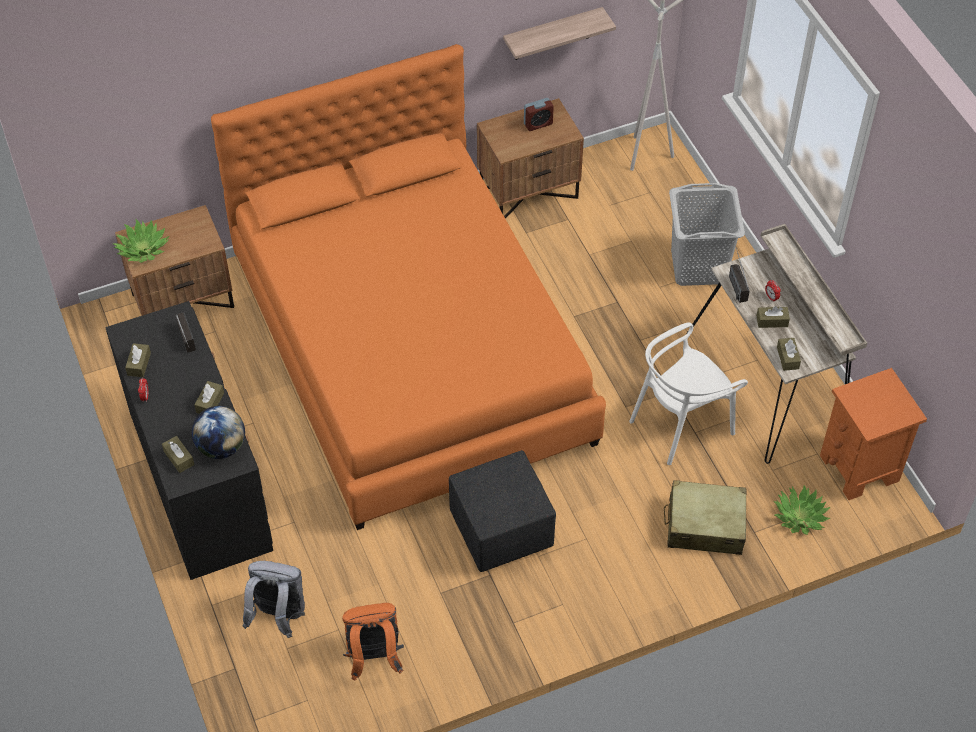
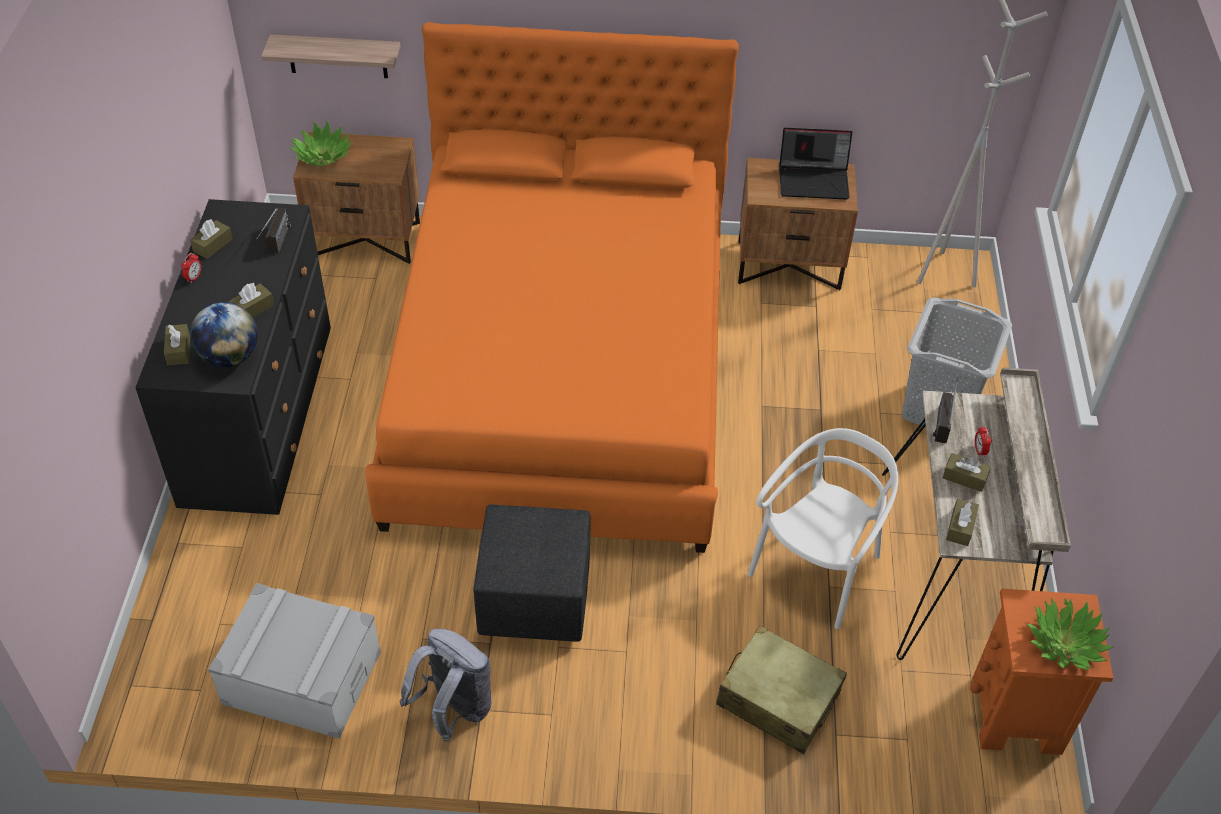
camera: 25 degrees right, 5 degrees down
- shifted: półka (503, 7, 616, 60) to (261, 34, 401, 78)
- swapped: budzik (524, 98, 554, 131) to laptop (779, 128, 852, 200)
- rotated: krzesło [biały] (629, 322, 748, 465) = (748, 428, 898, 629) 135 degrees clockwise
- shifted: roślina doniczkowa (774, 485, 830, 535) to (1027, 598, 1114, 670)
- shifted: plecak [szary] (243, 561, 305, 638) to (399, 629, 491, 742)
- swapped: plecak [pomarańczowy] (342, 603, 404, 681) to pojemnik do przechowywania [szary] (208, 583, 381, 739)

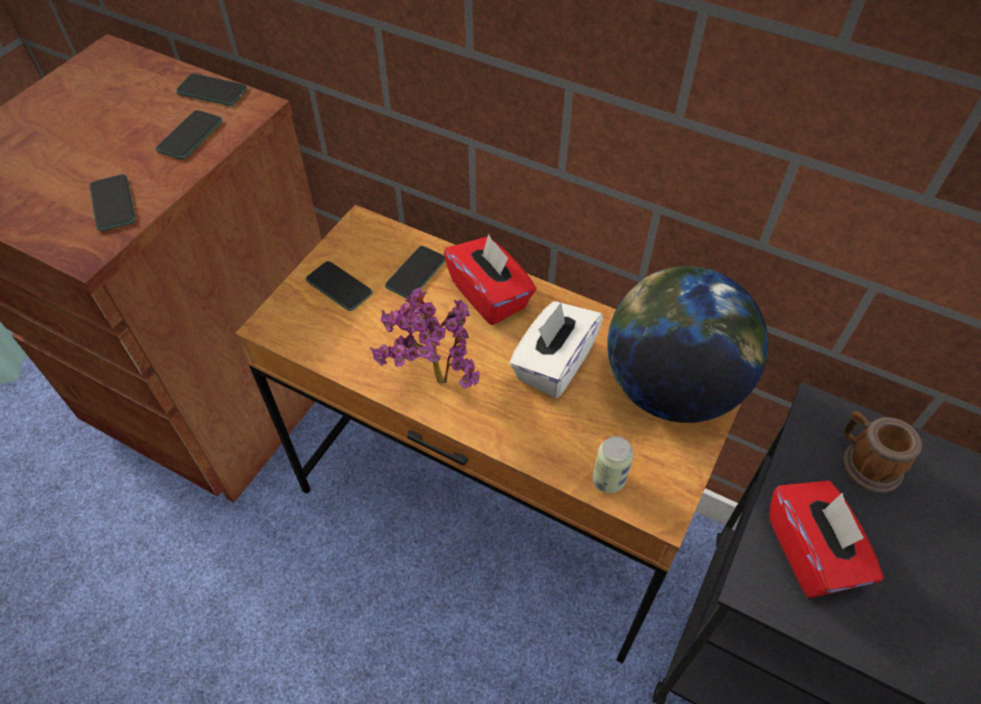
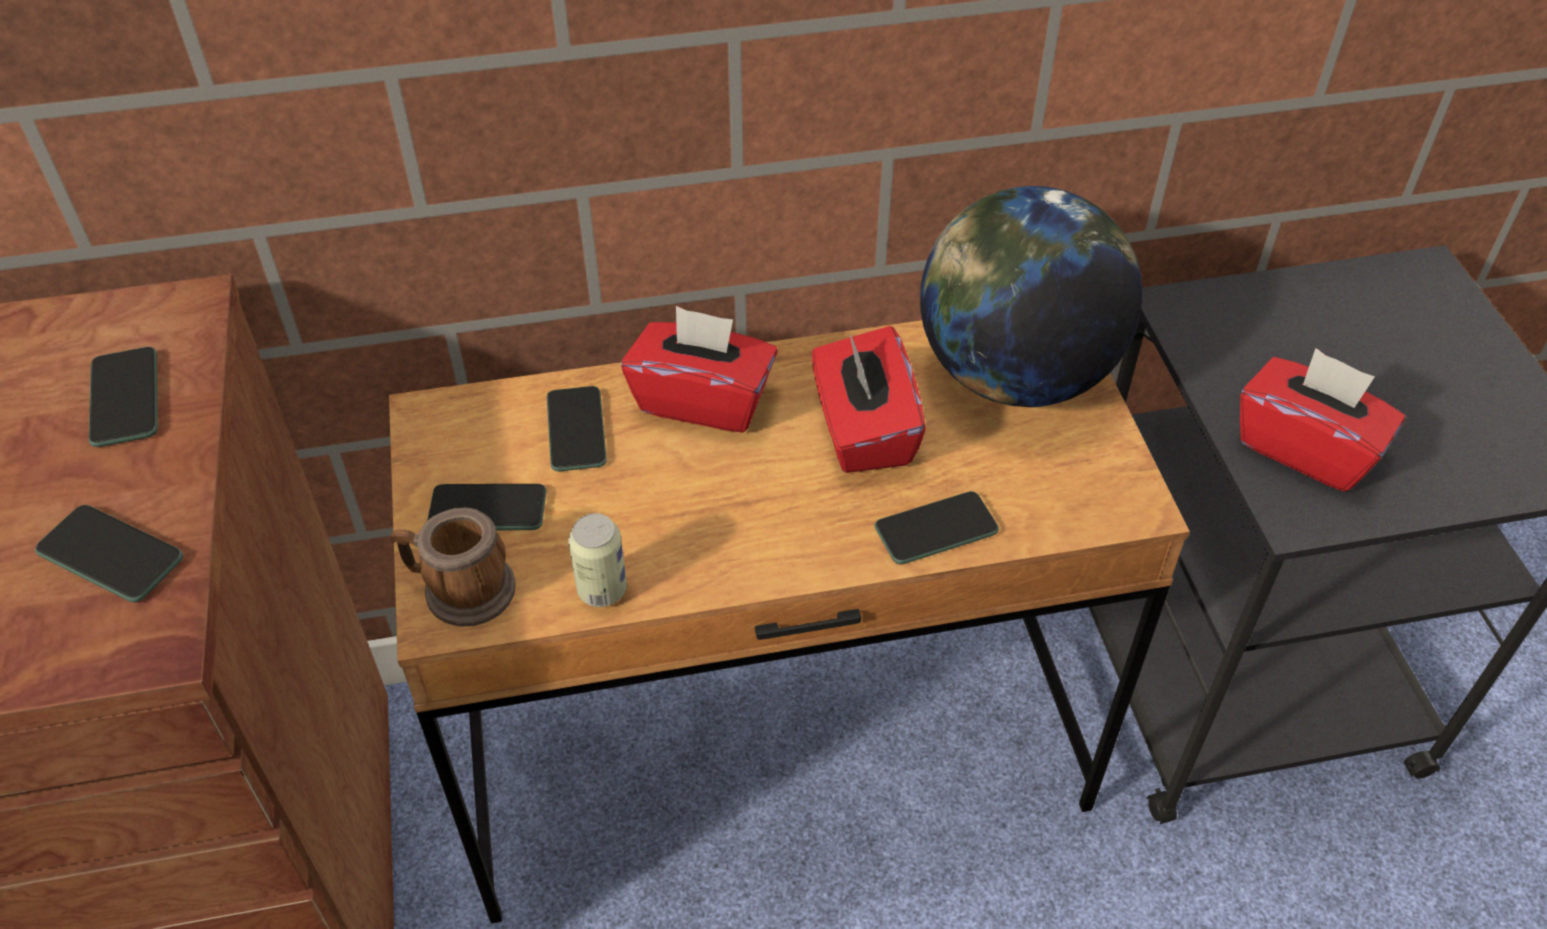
camera: 40 degrees left, 5 degrees down
- shifted: telefon (176, 73, 247, 106) to (875, 491, 999, 564)
- gone: roślina doniczkowa (371, 287, 480, 389)
- repainted: pudełko chusteczek [biały] (509, 301, 603, 398) to pudełko chusteczek [czerwony] (812, 326, 926, 473)
- shifted: kubek (842, 411, 922, 493) to (390, 507, 516, 627)
- shifted: puszka (592, 436, 634, 493) to (568, 513, 627, 607)

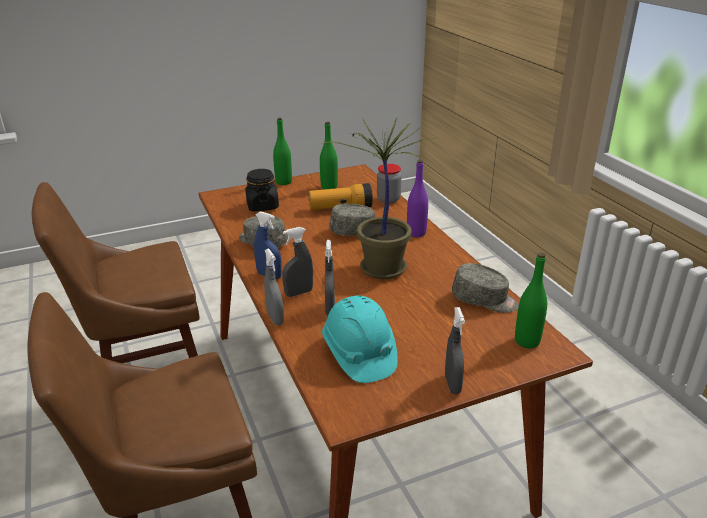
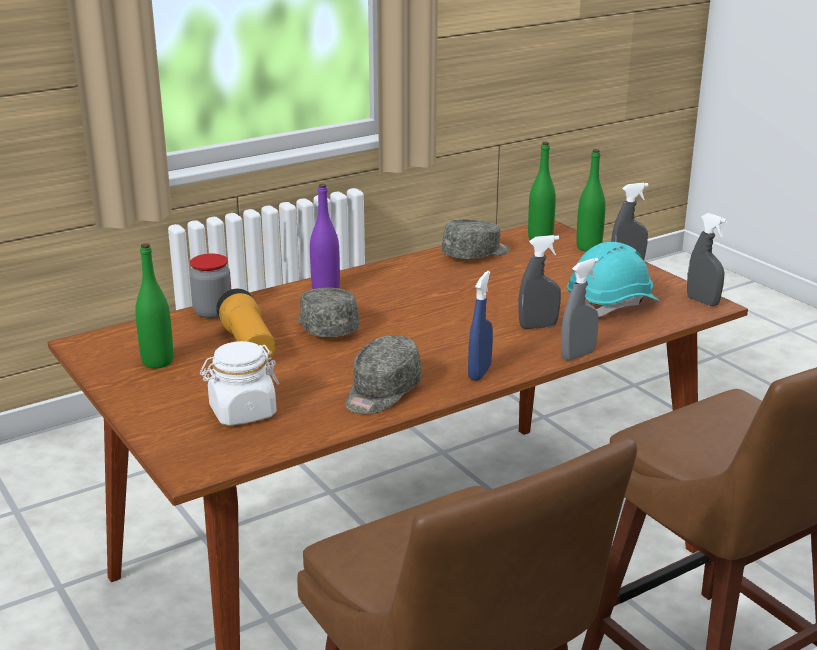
camera: 100 degrees left, 5 degrees down
- gone: roślina doniczkowa (324, 117, 438, 279)
- shifted: butelka [zielony] (273, 118, 292, 185) to (576, 149, 606, 252)
- repainted: słoik [czarny] (246, 169, 279, 211) to słoik [biały] (200, 341, 279, 426)
- shifted: spryskiwacz [szary] (282, 227, 313, 297) to (687, 213, 727, 306)
- rotated: czapka z daszkiem [szary] (452, 263, 519, 313) = (442, 219, 510, 259) 45 degrees clockwise

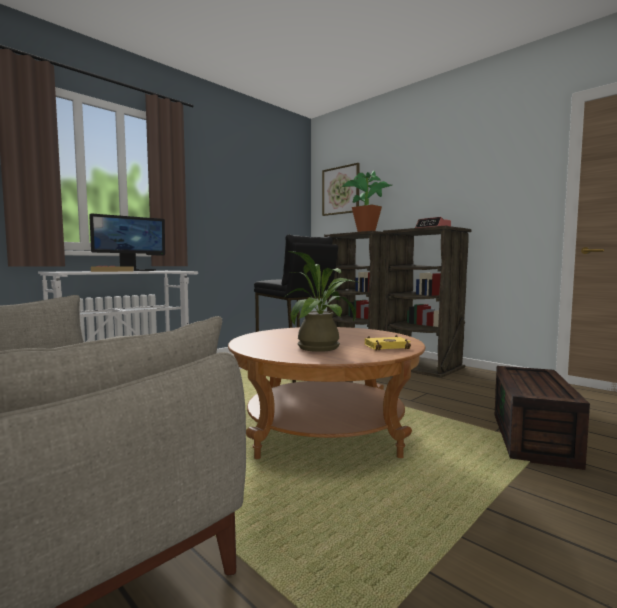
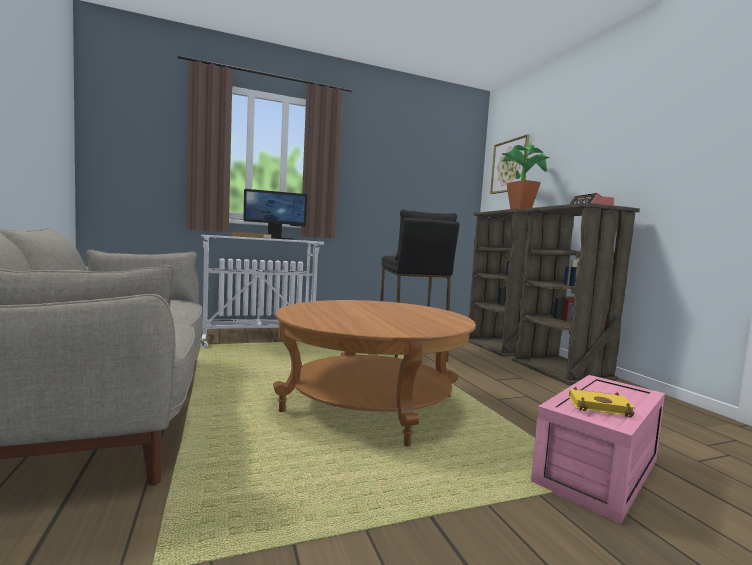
camera: 25 degrees right, 0 degrees up
- gone: roślina doniczkowa (285, 251, 357, 352)
- shifted: książka [żółty] (365, 335, 411, 350) to (569, 387, 635, 417)
- repainted: pojemnik do przechowywania [brązowy] (495, 366, 590, 470) to pojemnik do przechowywania [różowy] (531, 375, 665, 524)

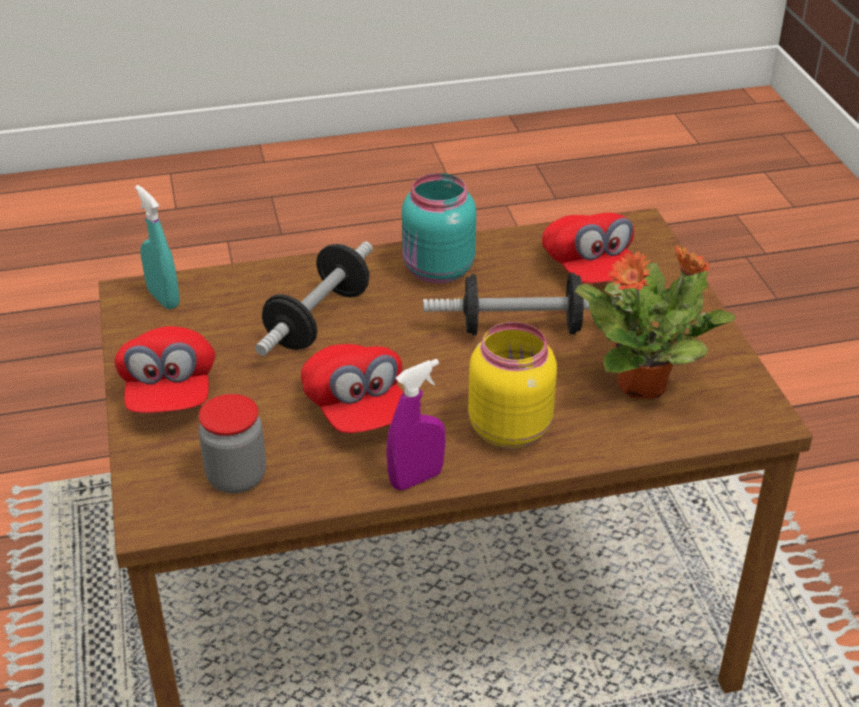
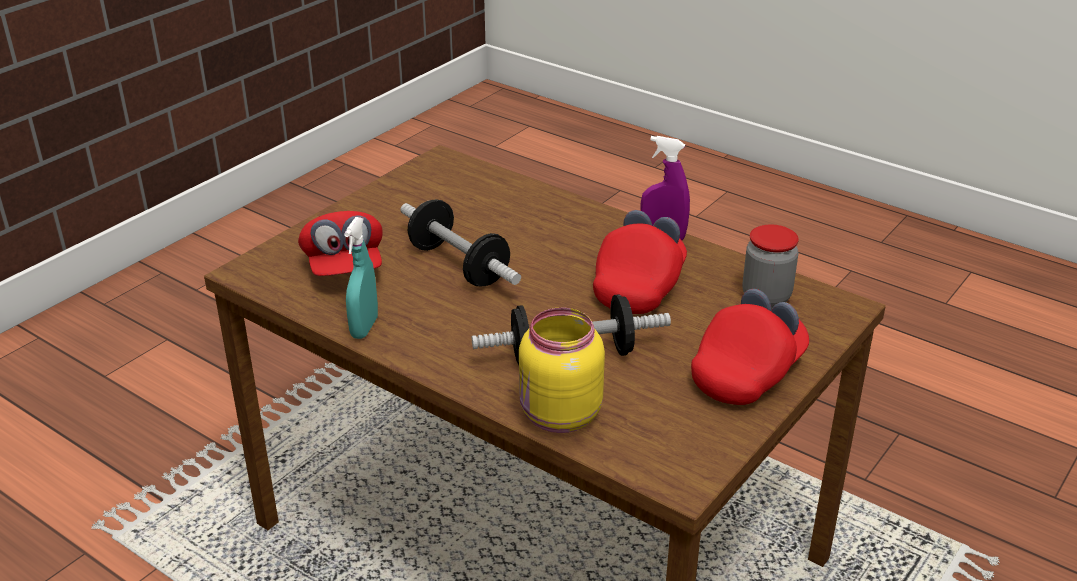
camera: 130 degrees left, 5 degrees down
- gone: słoik [turkusowy] (402, 173, 476, 284)
- shifted: spryskiwacz [turkusowy] (135, 185, 179, 309) to (344, 217, 378, 339)
- rotated: czapka z daszkiem [czerwony] (542, 213, 634, 283) = (298, 211, 383, 276) 135 degrees clockwise
- gone: roślina doniczkowa (575, 245, 736, 399)
- shifted: słoik [żółty] (468, 322, 557, 449) to (519, 308, 605, 433)

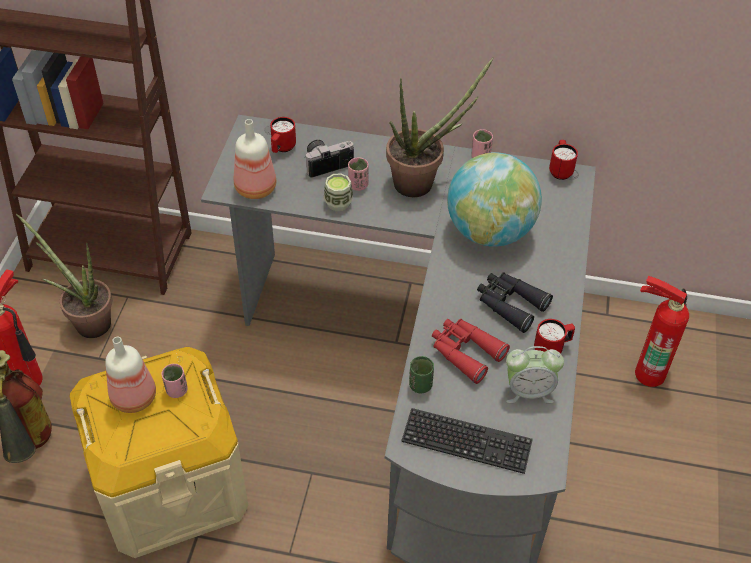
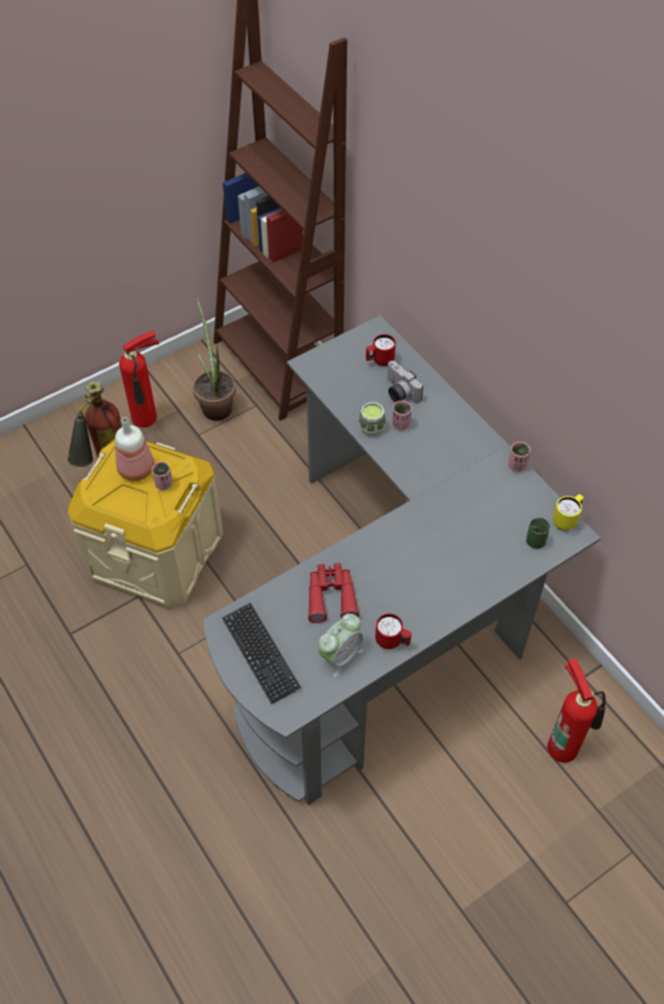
camera: 45 degrees right, 5 degrees up
- gone: roślina doniczkowa (386, 57, 493, 197)
- gone: butelka (234, 119, 276, 199)
- rotated: aparat fotograficzny (306, 140, 354, 178) = (387, 361, 423, 403) 150 degrees counterclockwise
- repainted: kubek [czerwony] (549, 140, 578, 180) to kubek [żółty] (553, 494, 584, 530)
- gone: globus (447, 152, 542, 247)
- gone: lornetka [czarny] (477, 272, 553, 333)
- rotated: budzik (506, 346, 564, 403) = (318, 614, 364, 677) 90 degrees counterclockwise
- shifted: filiżanka [zielony] (409, 356, 434, 393) to (526, 518, 550, 549)

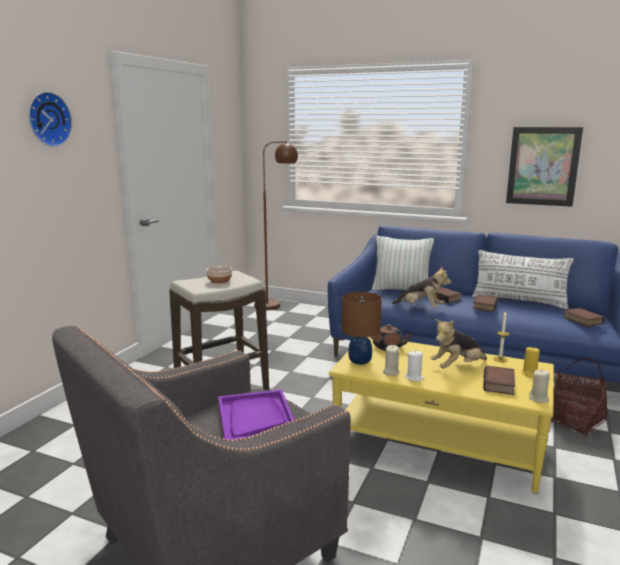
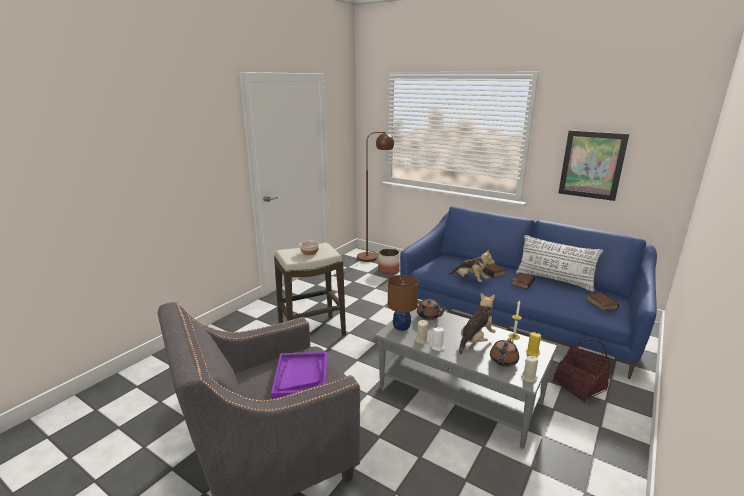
camera: 10 degrees right, 5 degrees up
- gone: zegar ścienny (28, 92, 72, 147)
- gone: poduszka (372, 236, 434, 290)
- rotated: pluszak (430, 319, 487, 369) = (459, 293, 496, 355) 150 degrees clockwise
- repainted: ława [żółty] (329, 337, 554, 494) to ława [szary] (375, 303, 557, 449)
- swapped: książka (483, 366, 515, 395) to imbryk [brązowy] (490, 338, 519, 367)
- new: donica (378, 249, 400, 274)

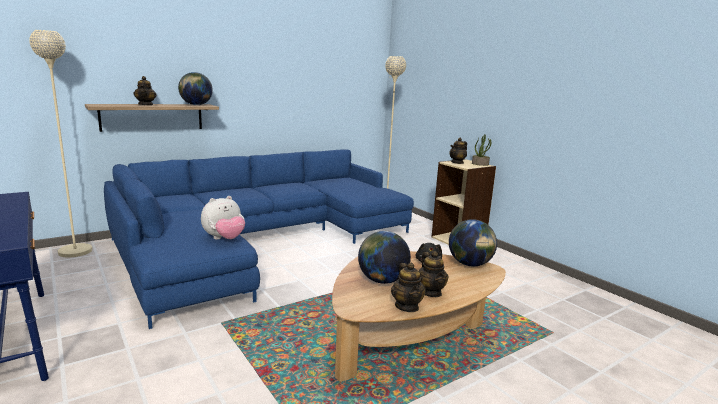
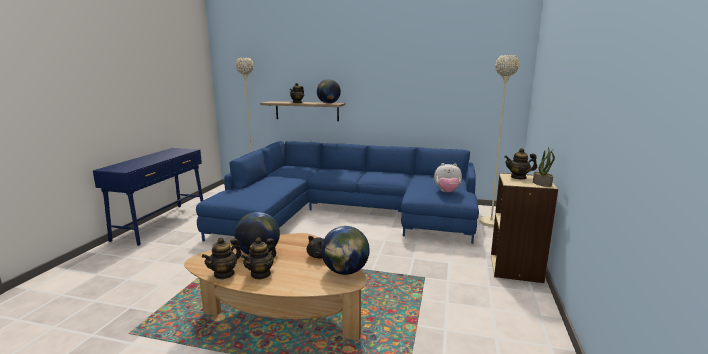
camera: 50 degrees right, 0 degrees up
- shifted: pluszak (201, 196, 245, 240) to (434, 163, 462, 192)

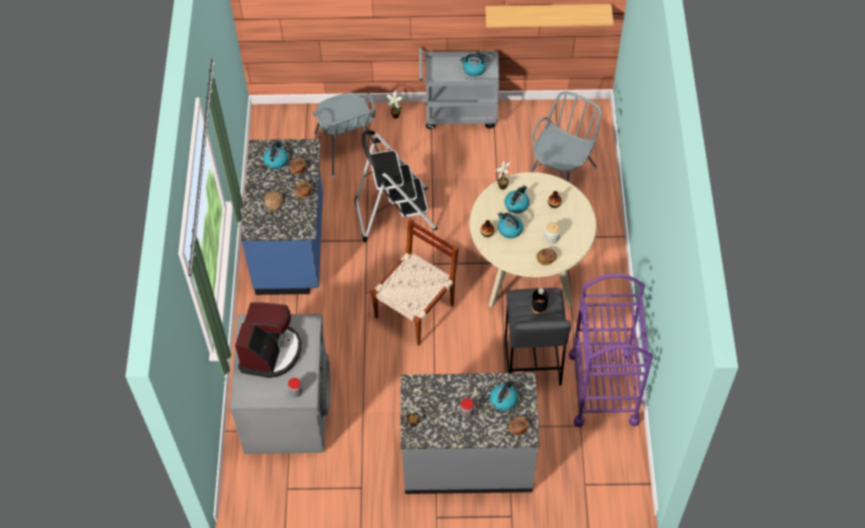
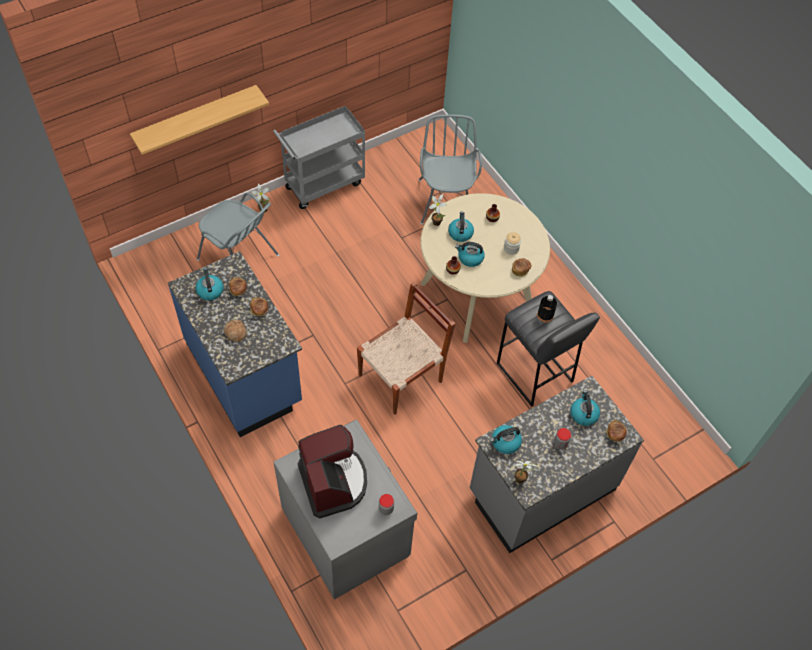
camera: 35 degrees left, 0 degrees up
- shifted: półka (485, 4, 614, 28) to (130, 85, 269, 155)
- shifted: czajnik (460, 54, 486, 77) to (490, 425, 522, 454)
- gone: drabinka (355, 130, 437, 242)
- rotated: krzesło (371, 218, 459, 346) = (357, 282, 456, 415) 45 degrees clockwise
- gone: wózek [fioletowy] (569, 273, 653, 427)

